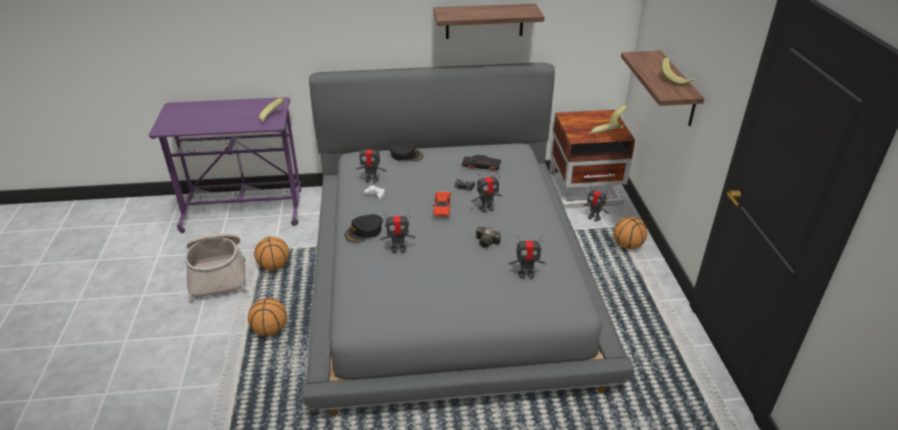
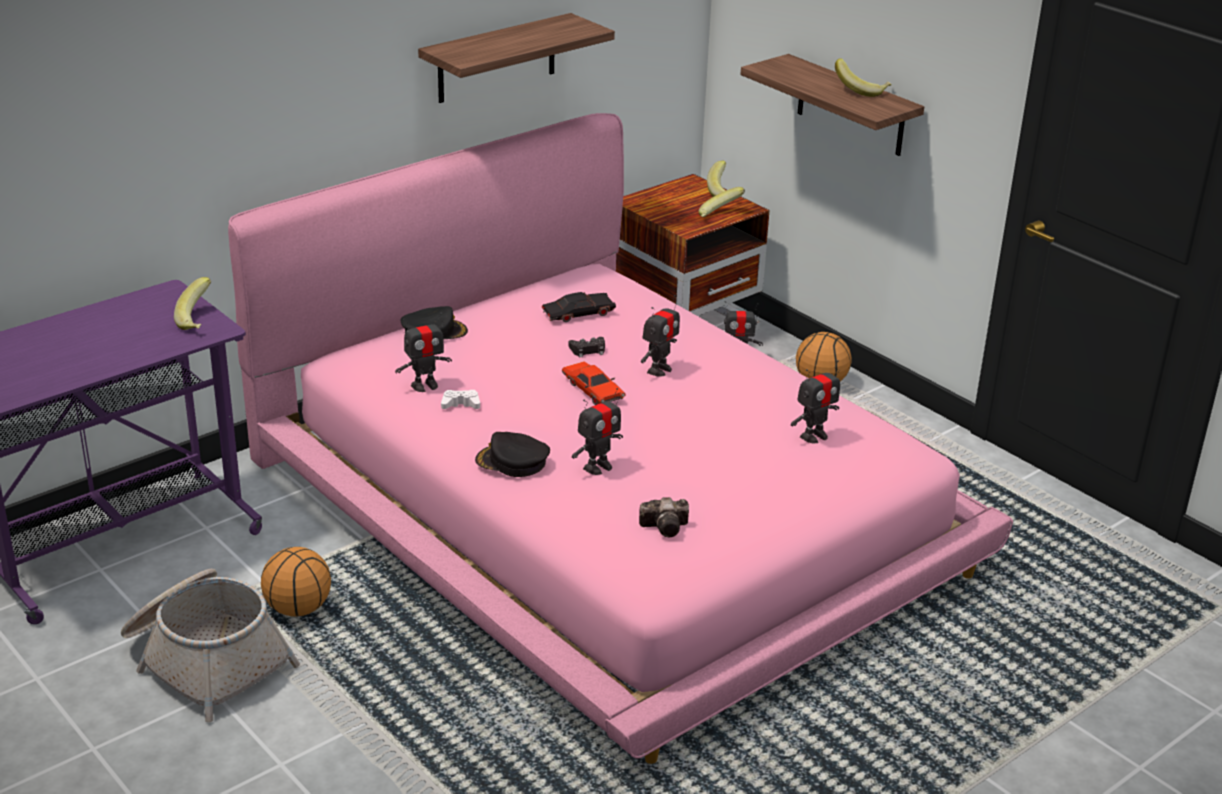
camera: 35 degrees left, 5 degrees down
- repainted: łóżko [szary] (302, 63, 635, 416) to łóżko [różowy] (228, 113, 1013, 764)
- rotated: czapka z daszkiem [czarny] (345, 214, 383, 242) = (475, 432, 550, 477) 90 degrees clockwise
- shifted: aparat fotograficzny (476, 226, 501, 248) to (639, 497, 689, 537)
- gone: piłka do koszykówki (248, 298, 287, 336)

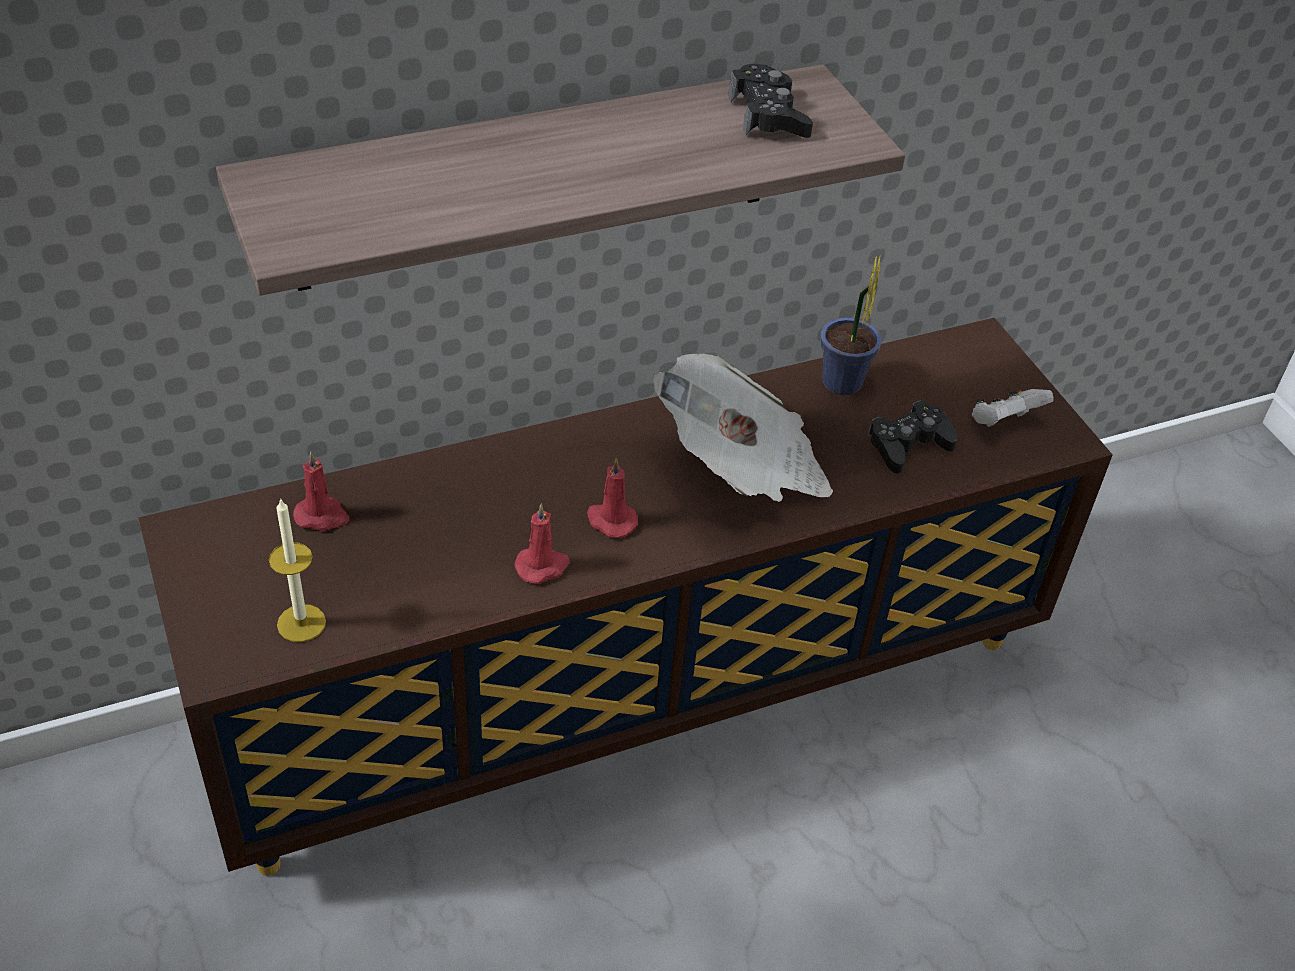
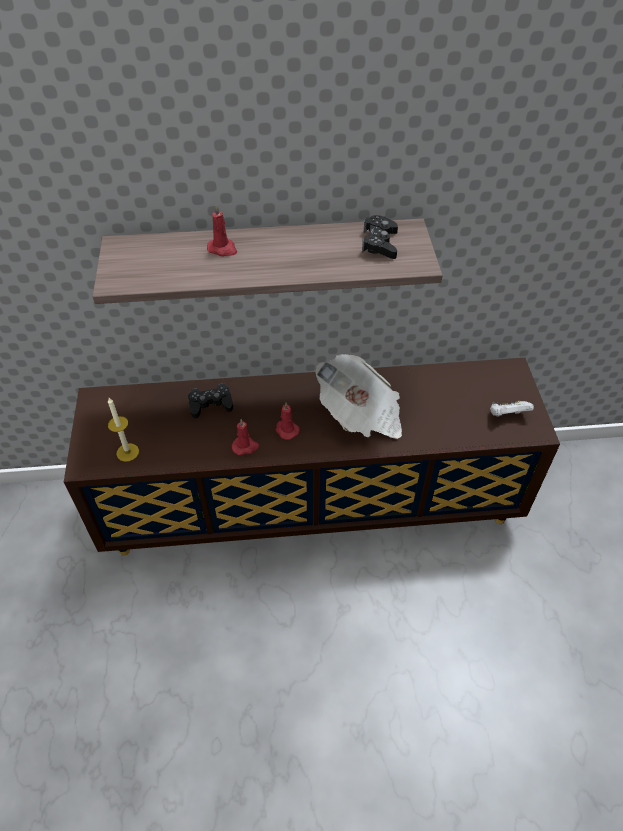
camera: 20 degrees right, 5 degrees up
- gone: roślina doniczkowa (821, 254, 882, 395)
- shifted: pad do gier [czarny] (868, 400, 958, 474) to (188, 383, 233, 419)
- shifted: świeca [czerwony] (293, 452, 349, 531) to (207, 204, 237, 256)

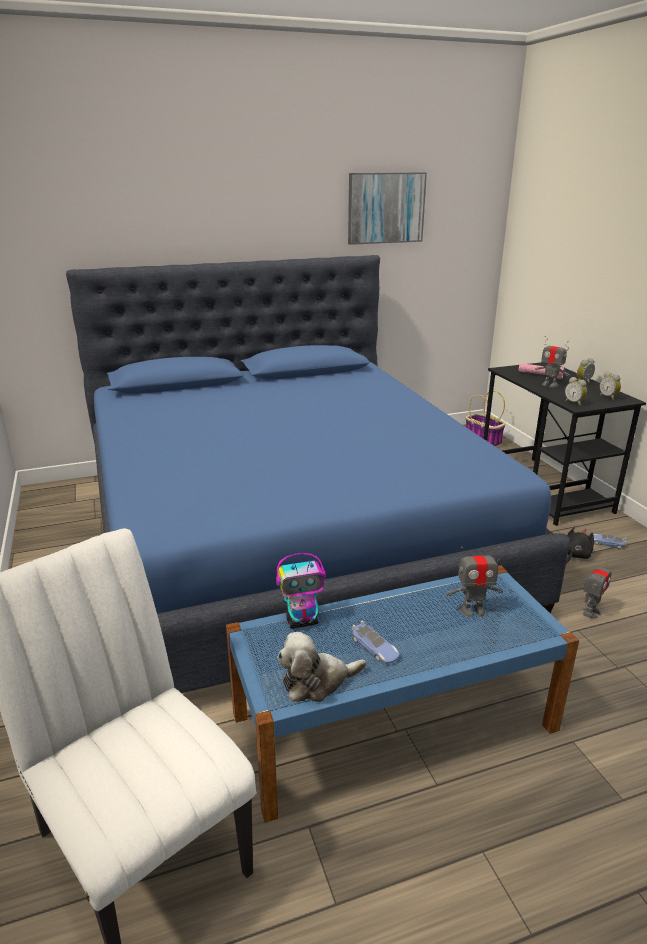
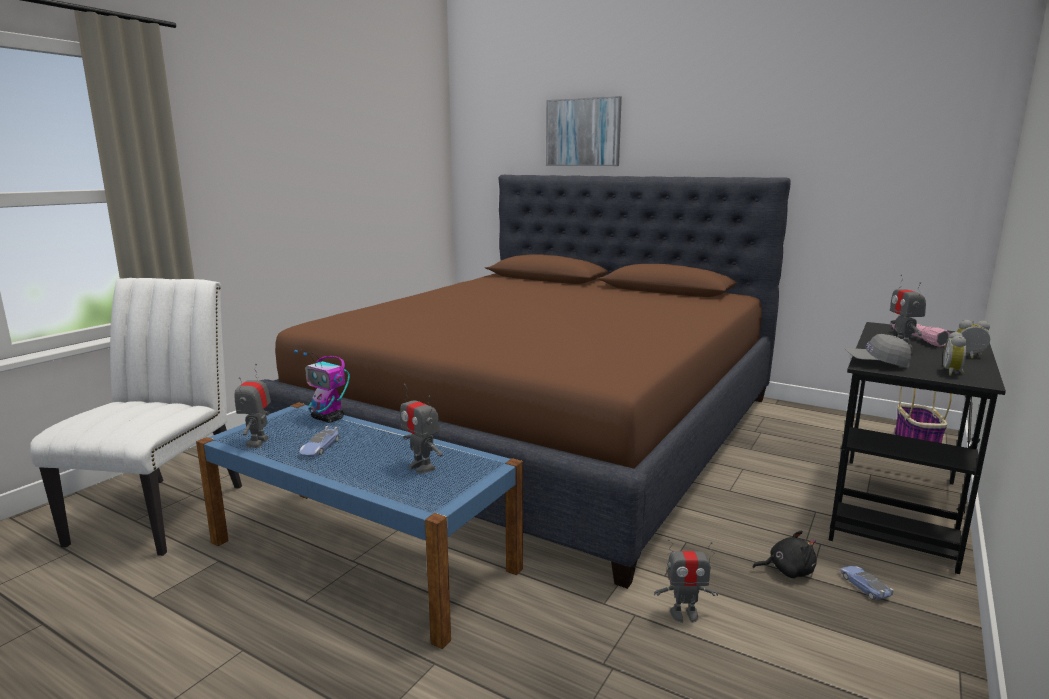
camera: 50 degrees right, 10 degrees down
- shifted: obraz (348, 172, 427, 245) to (546, 96, 622, 166)
- repainted: łóżko [niebieski] (66, 255, 571, 693) to łóżko [brązowy] (259, 175, 791, 589)
- swapped: budzik (565, 377, 587, 406) to czapka z daszkiem [szary] (845, 334, 911, 368)
- swapped: pluszak (277, 632, 366, 702) to robot zabawkowy (234, 364, 271, 448)

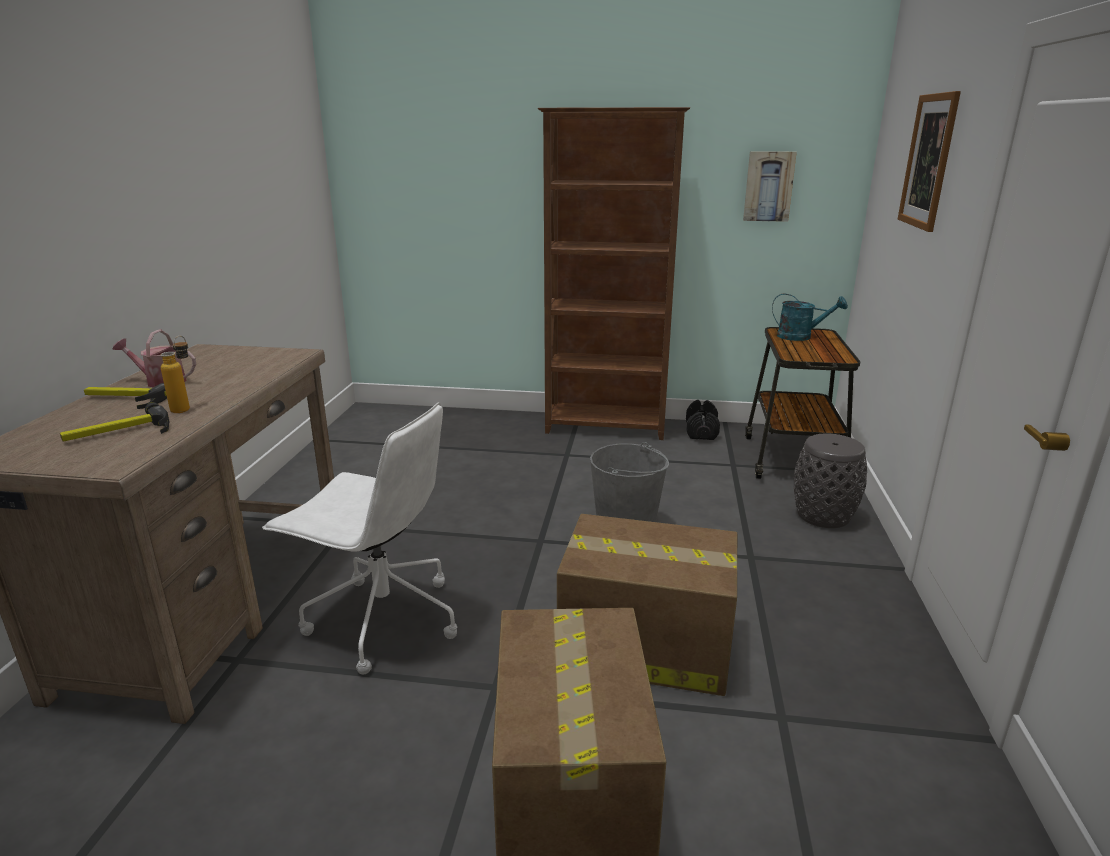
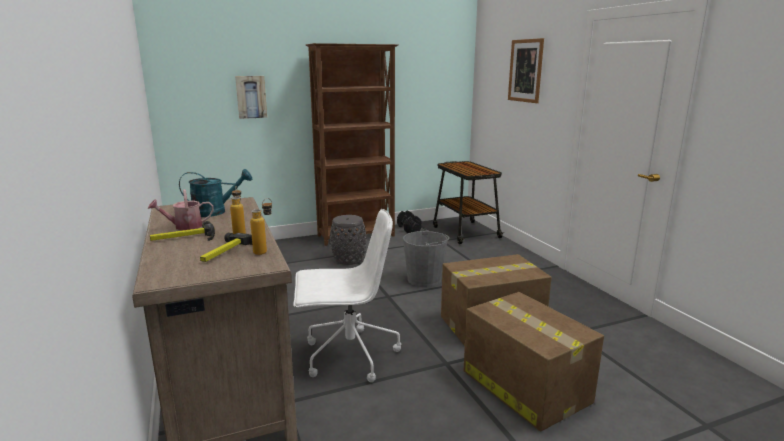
camera: 30 degrees left, 5 degrees down
- shifted: obraz (743, 151, 797, 222) to (235, 76, 267, 119)
- shifted: konewka [turkusowy] (772, 293, 848, 341) to (179, 169, 252, 217)
- shifted: stołek [szary] (794, 433, 867, 528) to (330, 215, 367, 265)
- new: butelka (250, 198, 272, 255)

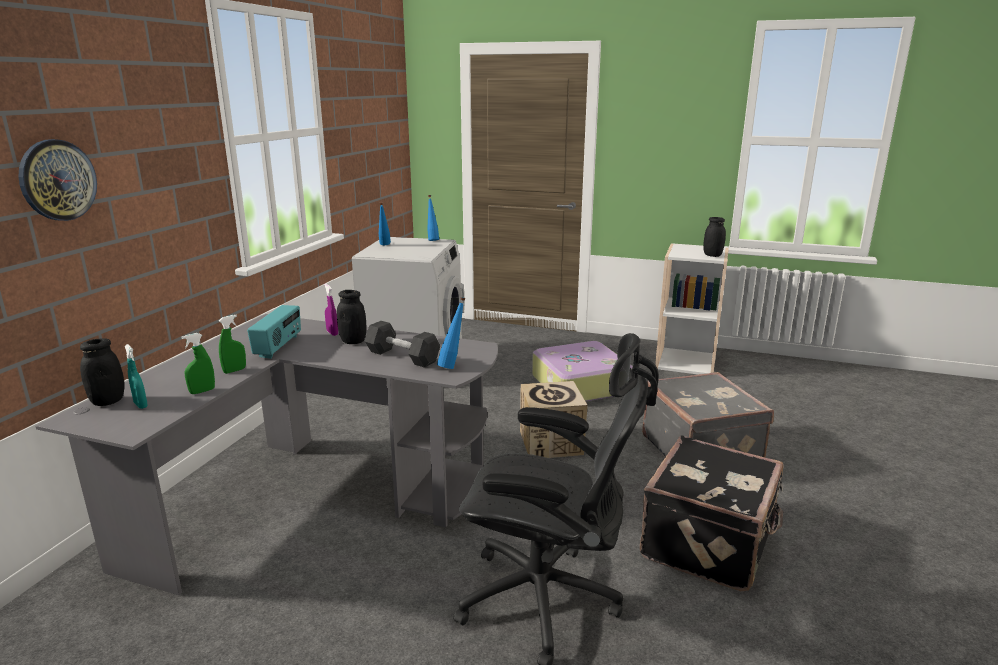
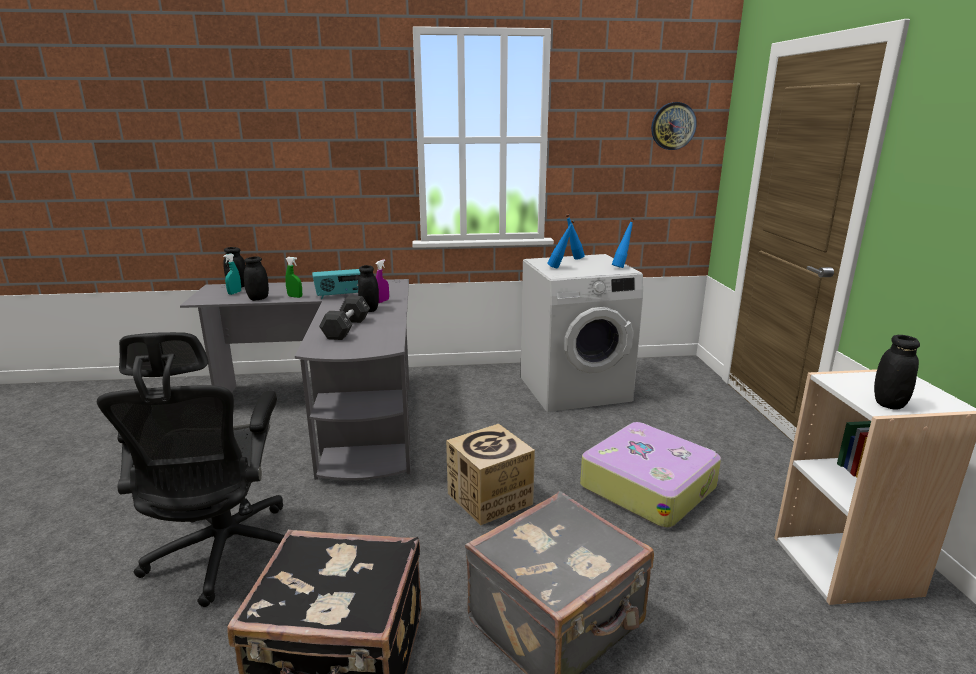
camera: 65 degrees right, 0 degrees up
- shifted: zegar ścienny (18, 139, 97, 221) to (651, 102, 697, 150)
- shifted: butelka [niebieski] (437, 297, 465, 369) to (547, 220, 575, 268)
- swapped: spryskiwacz [zielony] (182, 333, 215, 394) to słoik [czarny] (244, 256, 269, 301)

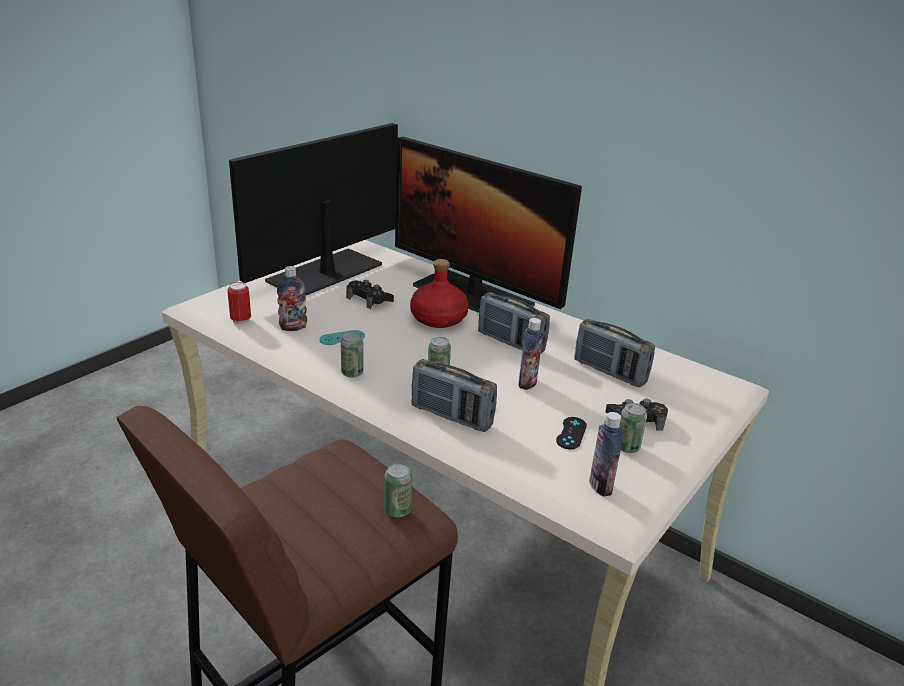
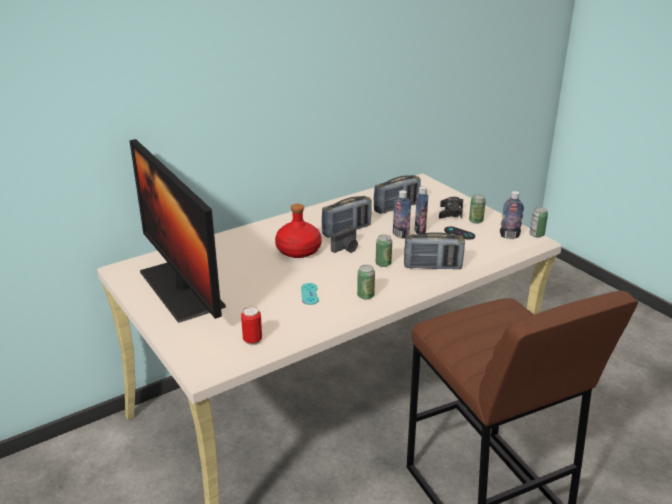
camera: 70 degrees left, 0 degrees up
- gone: monitor (395, 137, 582, 313)
- shifted: butelka (277, 266, 307, 331) to (415, 186, 428, 234)
- gone: pad do gier [czarny] (346, 280, 394, 309)
- rotated: radio (411, 359, 497, 432) = (404, 232, 465, 270) 45 degrees clockwise
- shifted: puszka (384, 463, 412, 517) to (530, 207, 548, 238)
- new: aparat fotograficzny (331, 226, 358, 253)

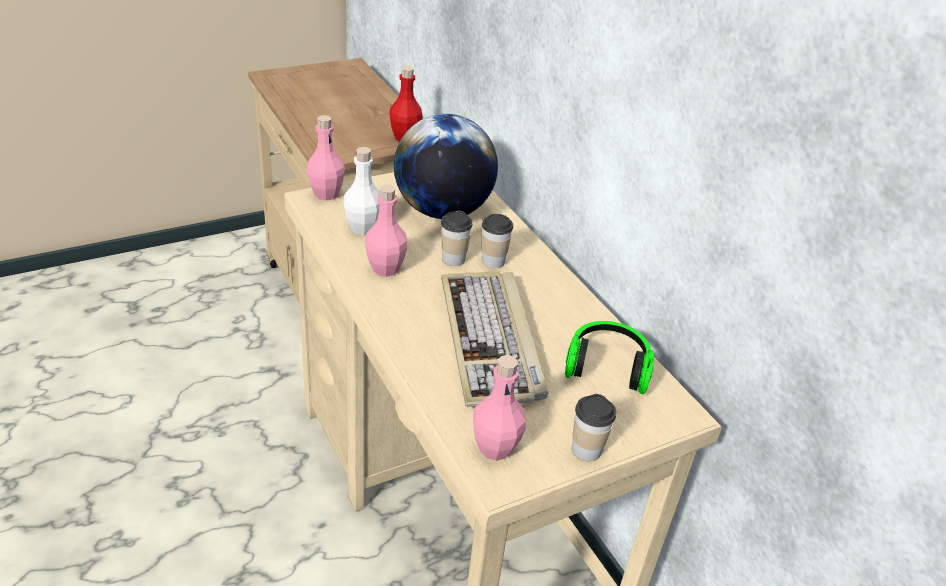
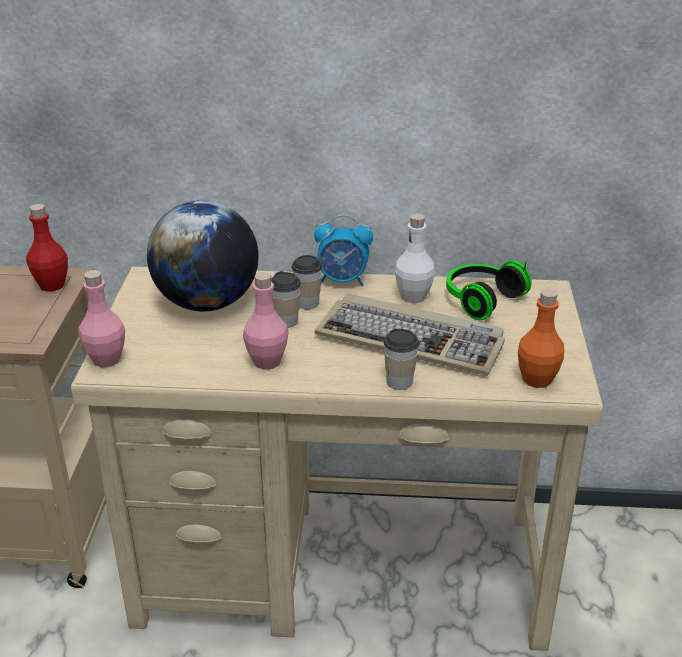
camera: 55 degrees left, 5 degrees down
- shifted: butelka [biały] (343, 147, 380, 235) to (395, 213, 435, 303)
- repainted: butelka [różowy] (473, 355, 526, 461) to butelka [pomarańczowy] (518, 288, 564, 388)
- shifted: filiżanka (572, 394, 616, 461) to (384, 329, 419, 390)
- new: budzik (314, 214, 373, 286)

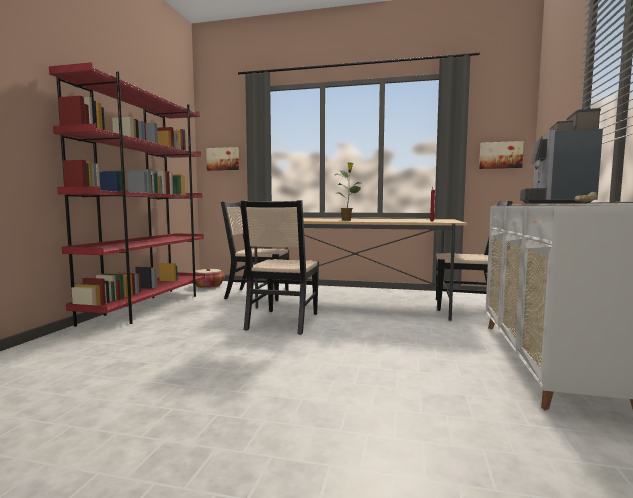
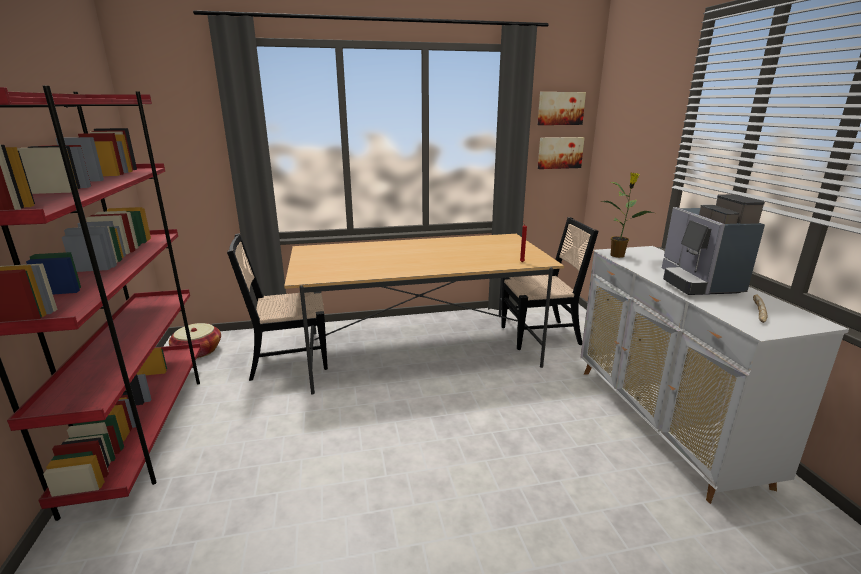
camera: 25 degrees left, 15 degrees up
- shifted: obraz (206, 147, 239, 171) to (538, 92, 586, 125)
- shifted: roślina doniczkowa (335, 162, 361, 221) to (603, 173, 653, 258)
- gone: krzesło (241, 200, 319, 335)

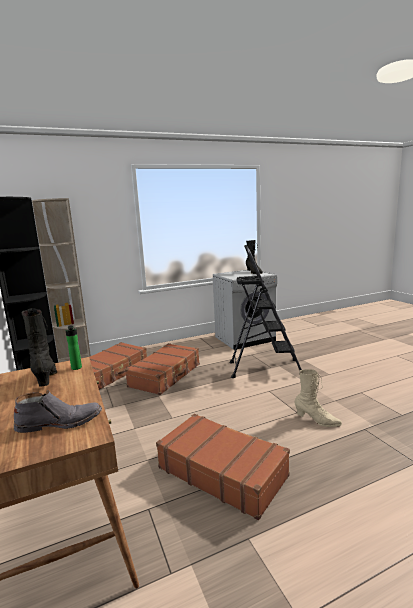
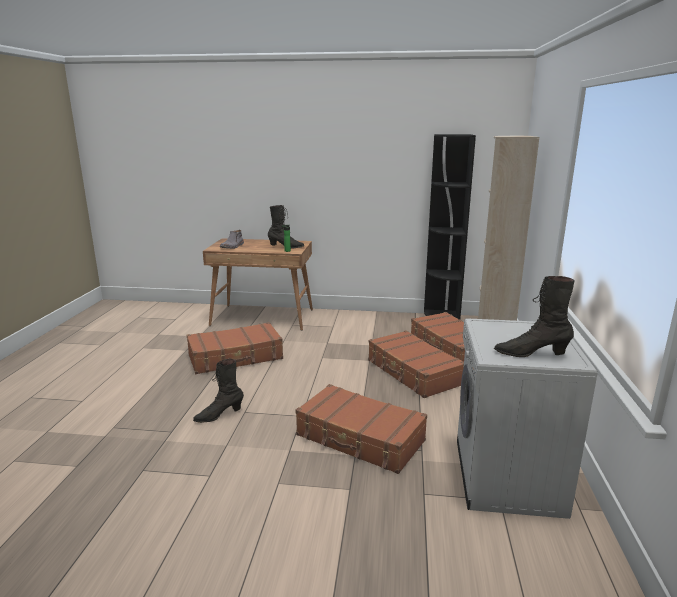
camera: 120 degrees right, 5 degrees up
- swapped: drabinka (230, 245, 302, 378) to walizka [brązowy] (295, 384, 427, 474)
- repainted: but z cholewką [beżowy] (295, 369, 342, 427) to but z cholewką [czarny] (193, 359, 244, 423)

